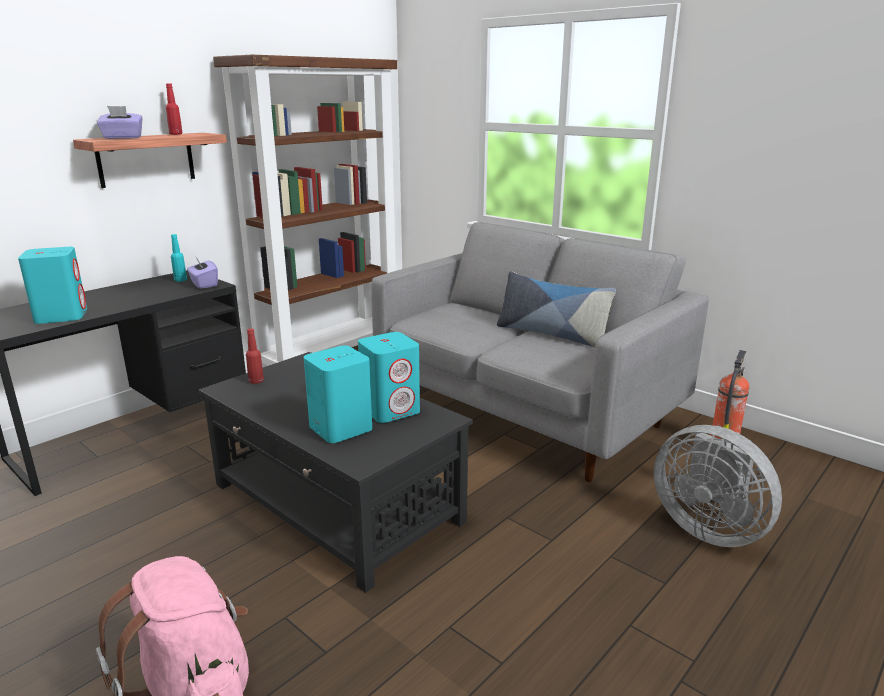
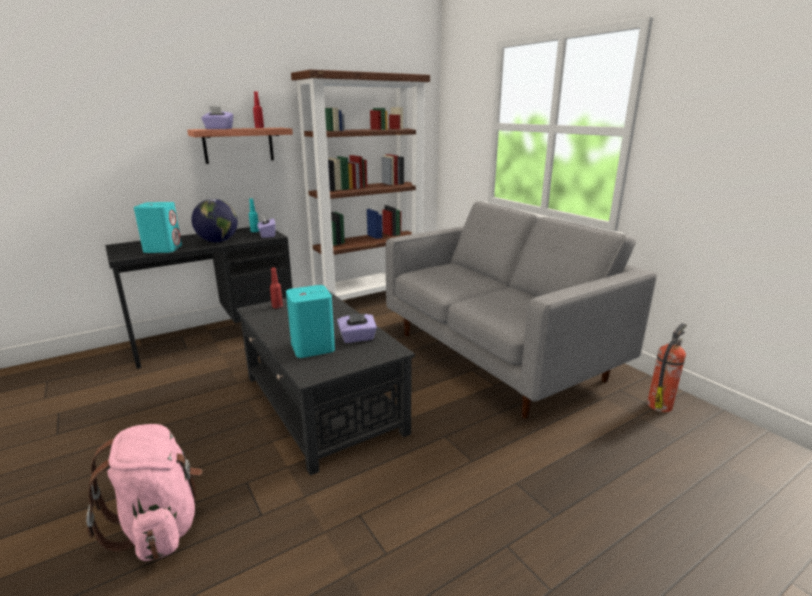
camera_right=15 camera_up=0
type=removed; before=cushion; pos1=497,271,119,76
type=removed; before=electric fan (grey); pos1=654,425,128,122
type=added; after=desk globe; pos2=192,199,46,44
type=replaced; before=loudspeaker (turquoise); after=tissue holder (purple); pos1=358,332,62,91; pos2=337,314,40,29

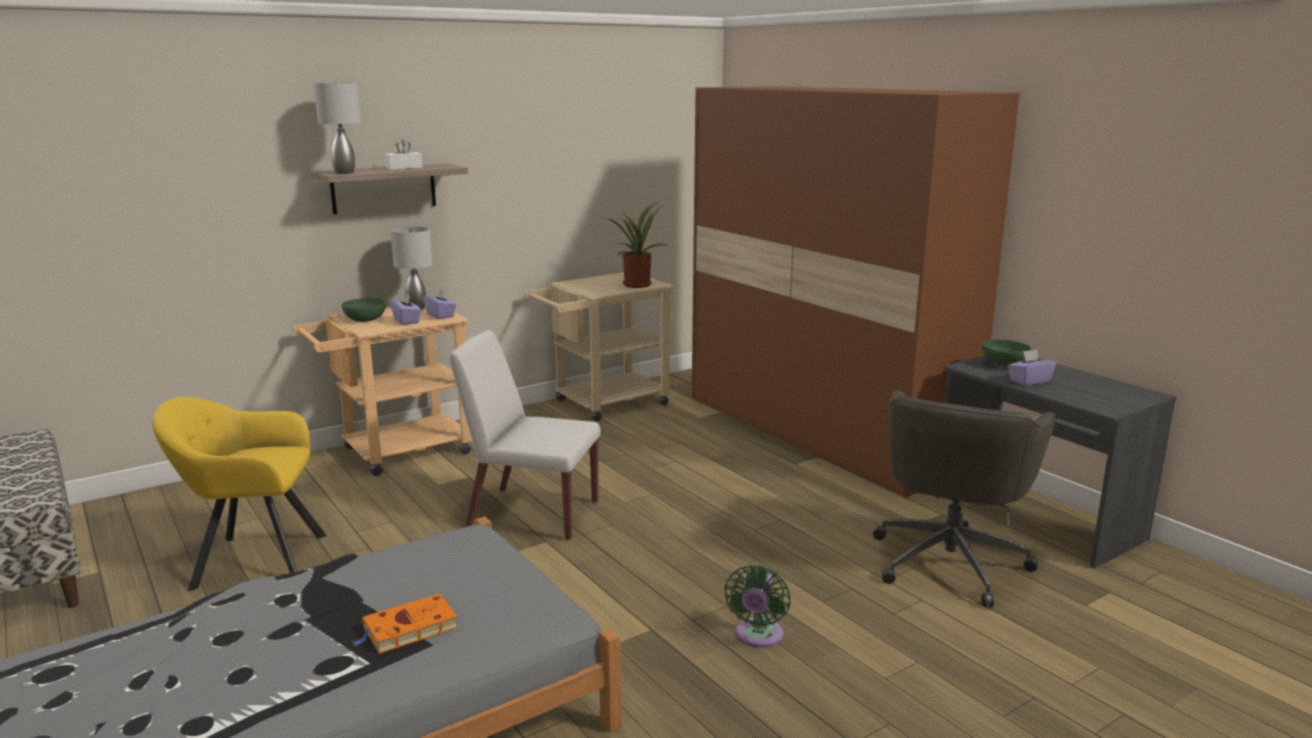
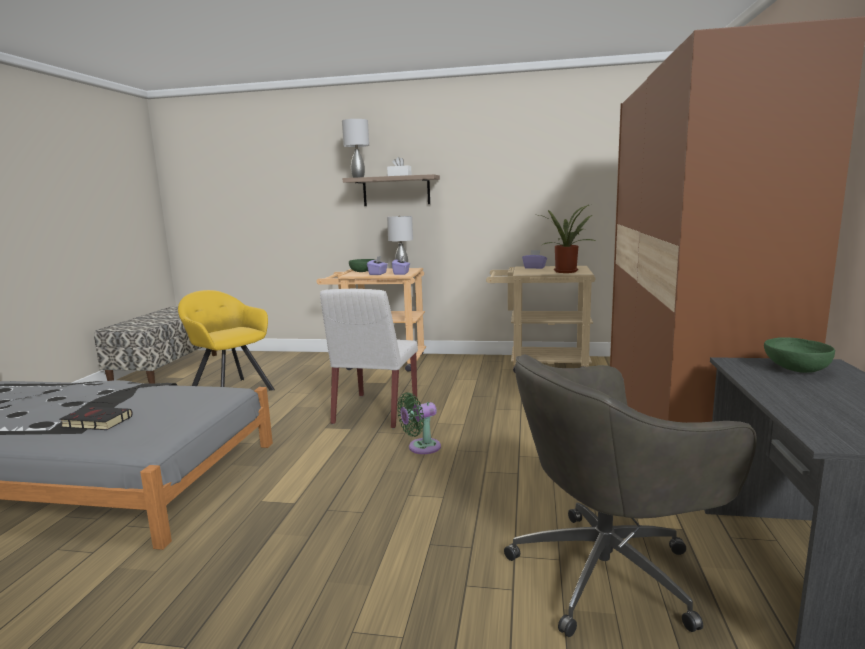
camera_right=45 camera_up=-5
type=moved; before=electric fan (greenish); pos1=724,565,66,83; pos2=397,392,44,62
type=moved; before=tissue holder (purple); pos1=1008,349,48,37; pos2=522,250,25,19
type=recoloured; before=bound book (orangey); after=bound book (black); pos1=352,593,106,61; pos2=59,406,74,24
type=turned; before=upright chair (white); pos1=450,330,151,210; pos2=320,289,98,140; turn=-135

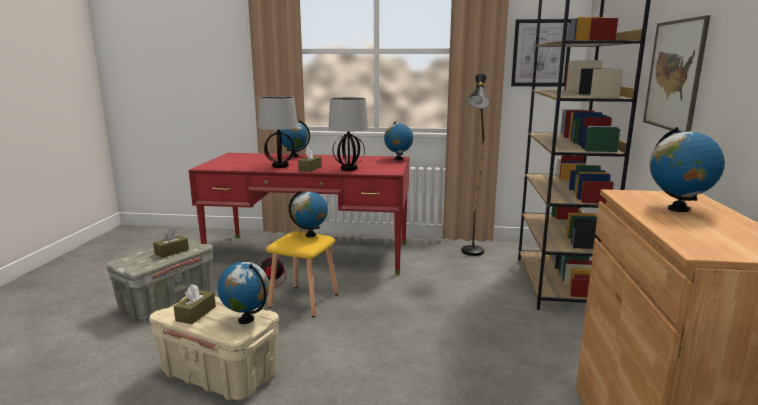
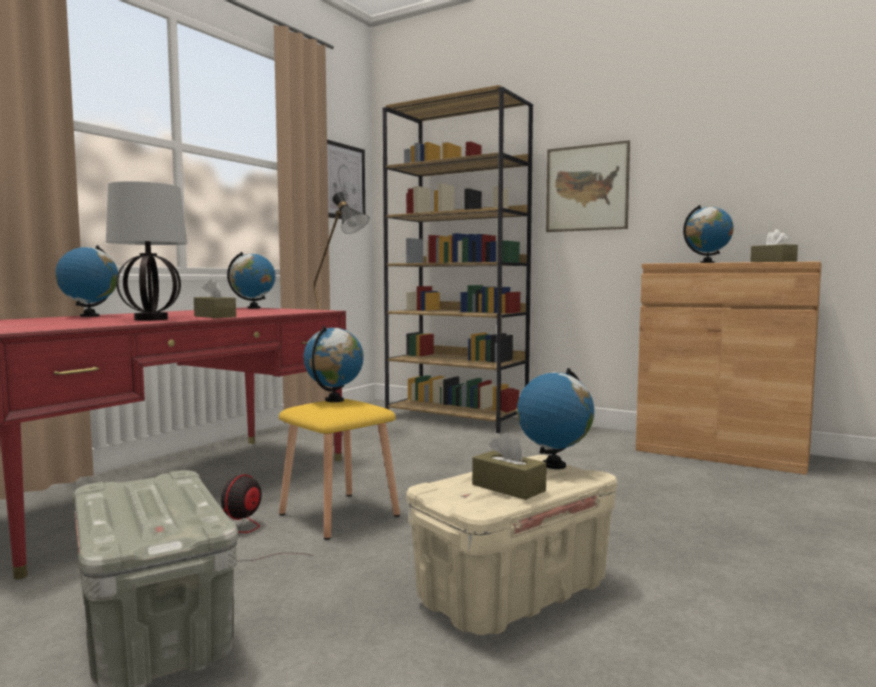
camera_right=-65 camera_up=-10
type=removed; before=table lamp; pos1=329,97,39,74
type=moved; before=tissue holder (brown-coloured); pos1=153,229,36,29; pos2=750,229,48,33

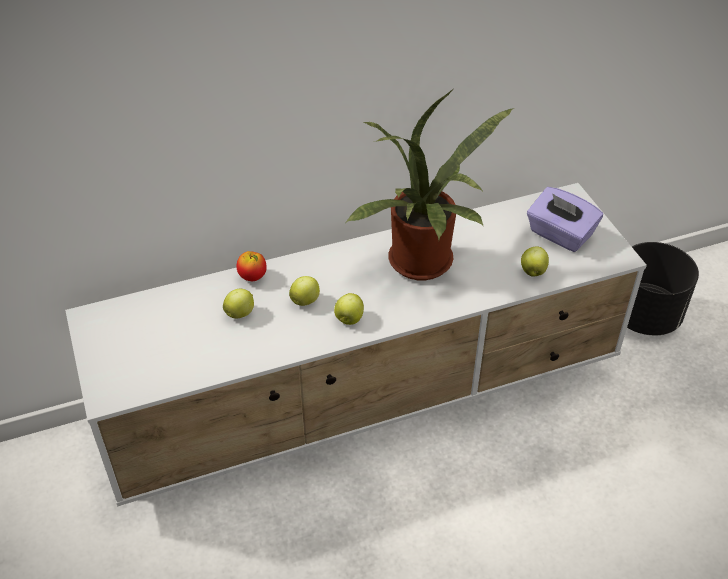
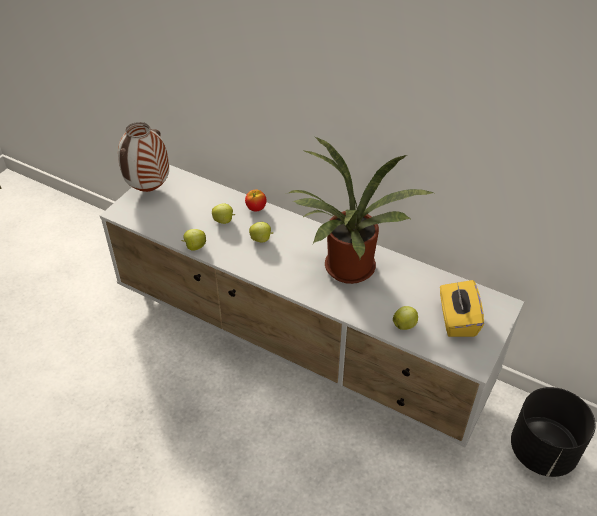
camera_right=50 camera_up=0
type=added; after=vase; pos2=118,122,51,70
type=moved; before=apple fruit; pos1=334,293,30,32; pos2=182,229,24,22
type=recoloured; before=tissue holder (purple); after=tissue holder (yellow-coloured); pos1=527,187,76,65; pos2=440,280,44,57

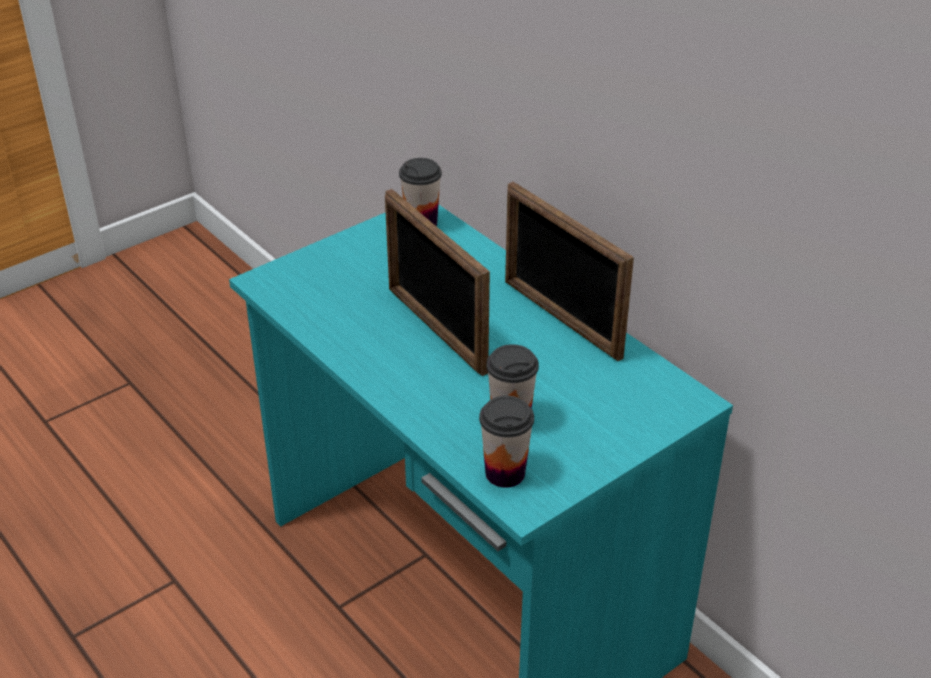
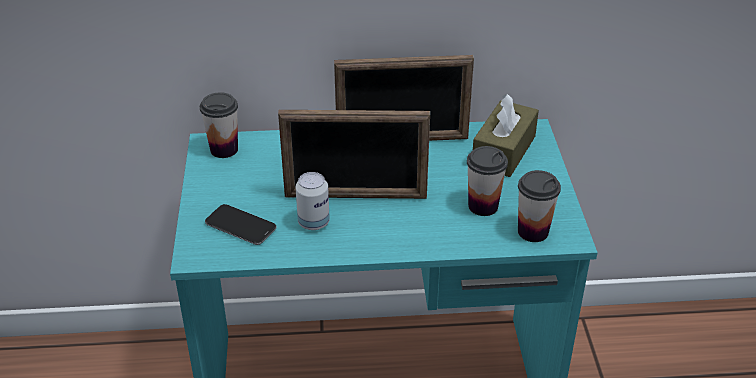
camera_right=-55 camera_up=0
type=added; after=telephone; pos2=205,204,71,41
type=added; after=metal can; pos2=296,172,34,58
type=added; after=tissue holder (brown-coloured); pos2=473,94,66,83

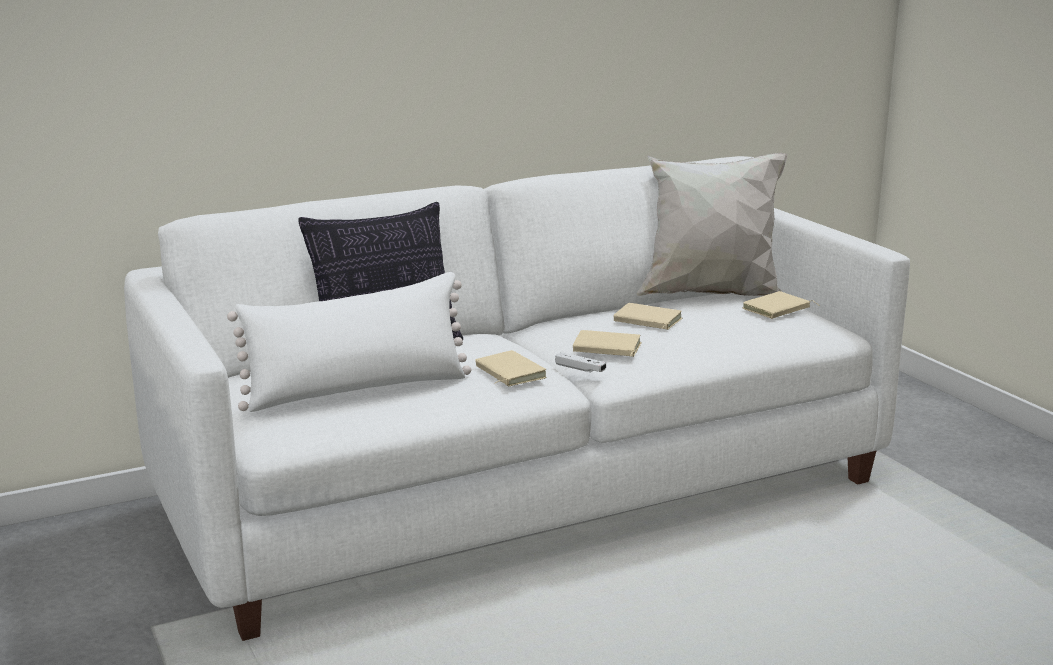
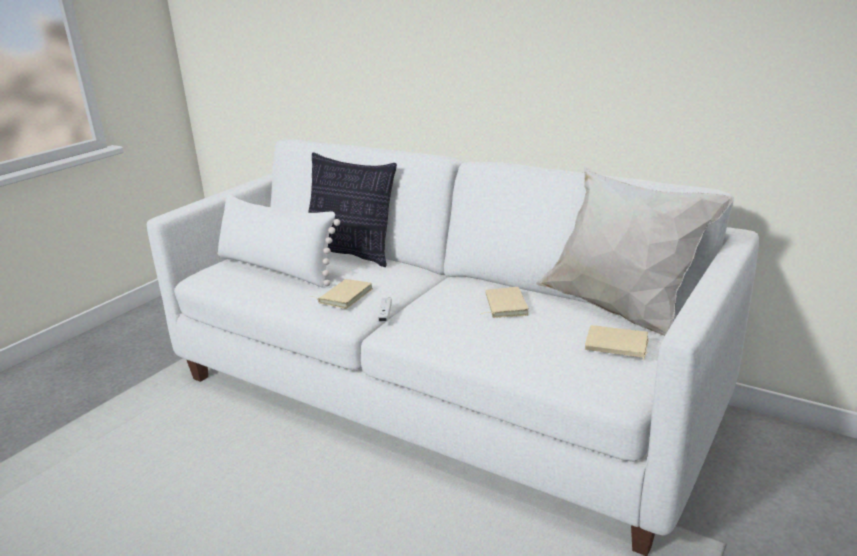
camera_right=60 camera_up=5
type=removed; before=bound book (beige-coloured); pos1=573,330,69,27

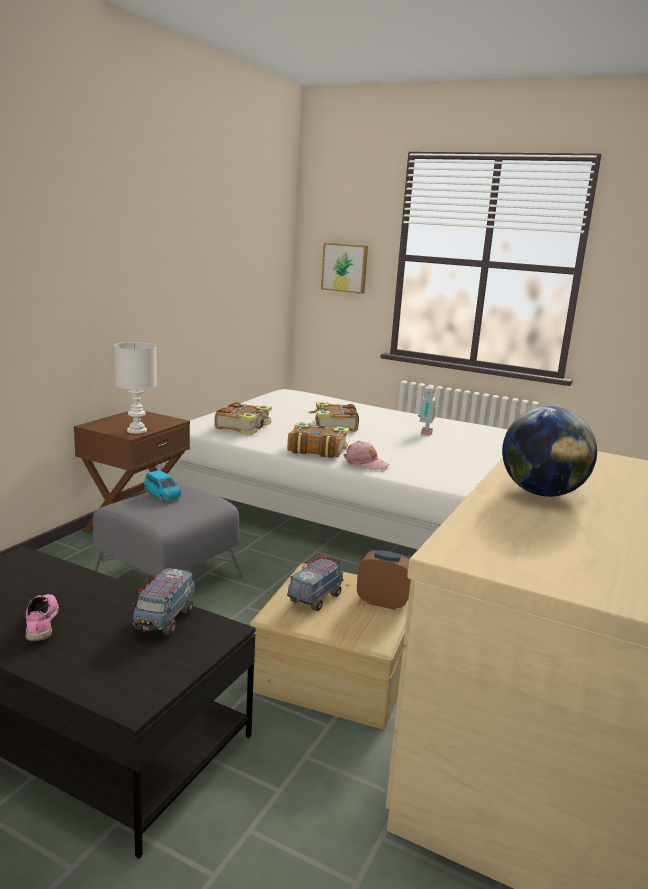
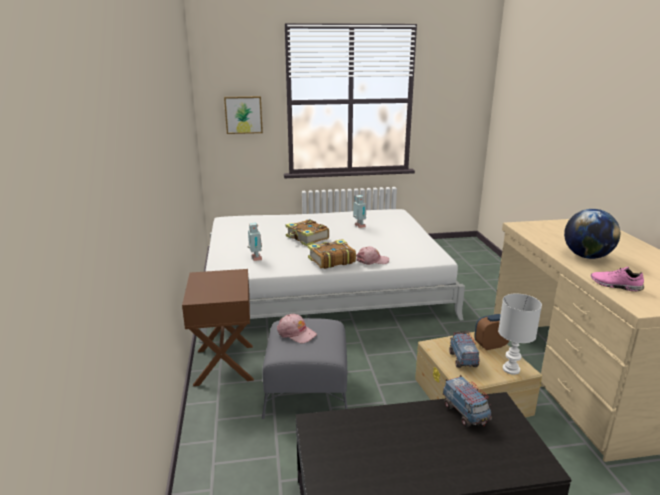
camera_right=-35 camera_up=5
type=moved; before=shoe (pink); pos1=26,594,33,48; pos2=591,267,53,24
type=moved; before=table lamp (white); pos1=114,342,43,92; pos2=498,294,44,81
type=replaced; before=miniature car (blue); after=peaked cap (pink); pos1=144,470,37,32; pos2=277,314,40,29
type=replaced; before=bound book; after=toy robot; pos1=215,402,57,33; pos2=248,222,14,39

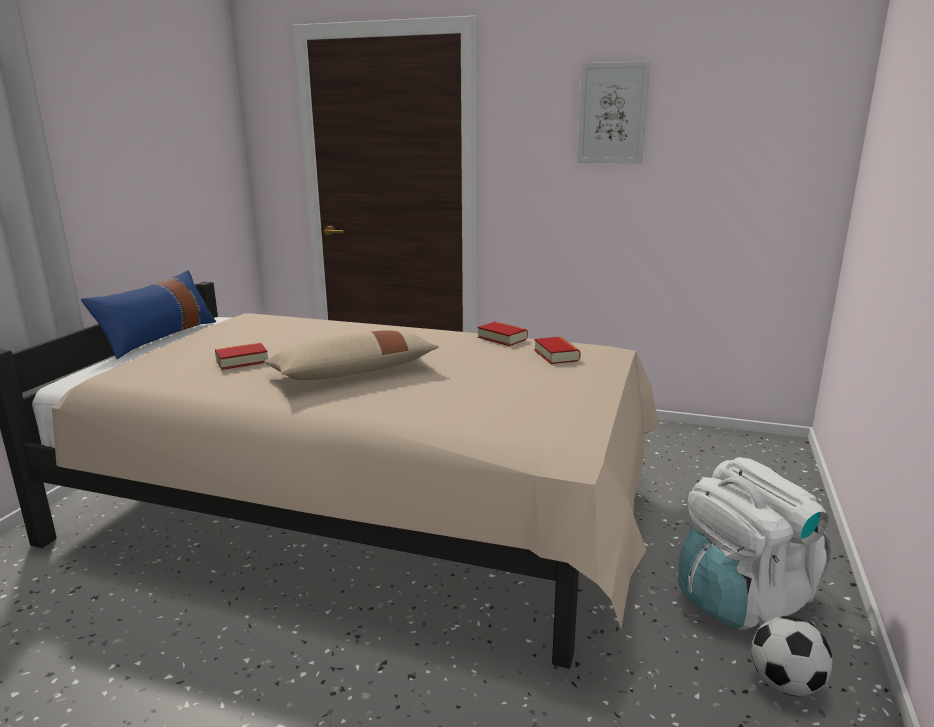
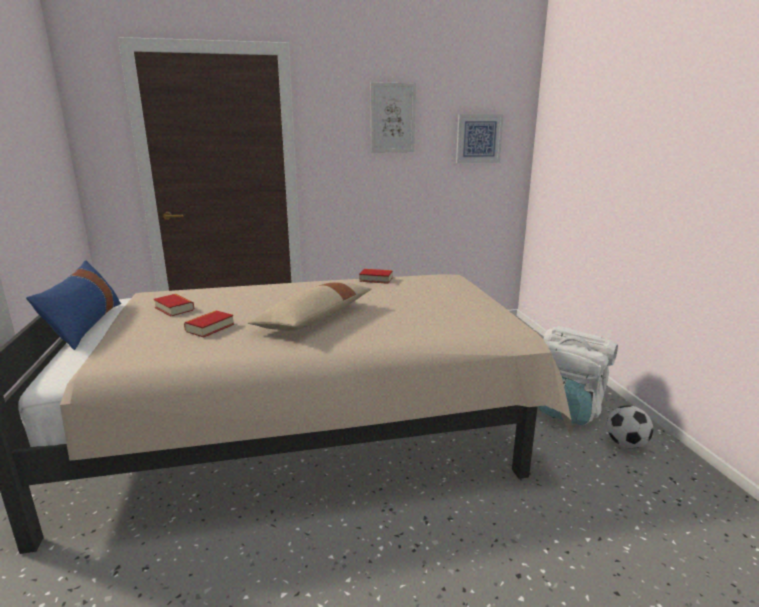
camera_right=-30 camera_up=0
type=added; after=wall art; pos2=456,114,48,49
type=moved; before=bound book; pos1=534,337,47,27; pos2=154,294,40,23

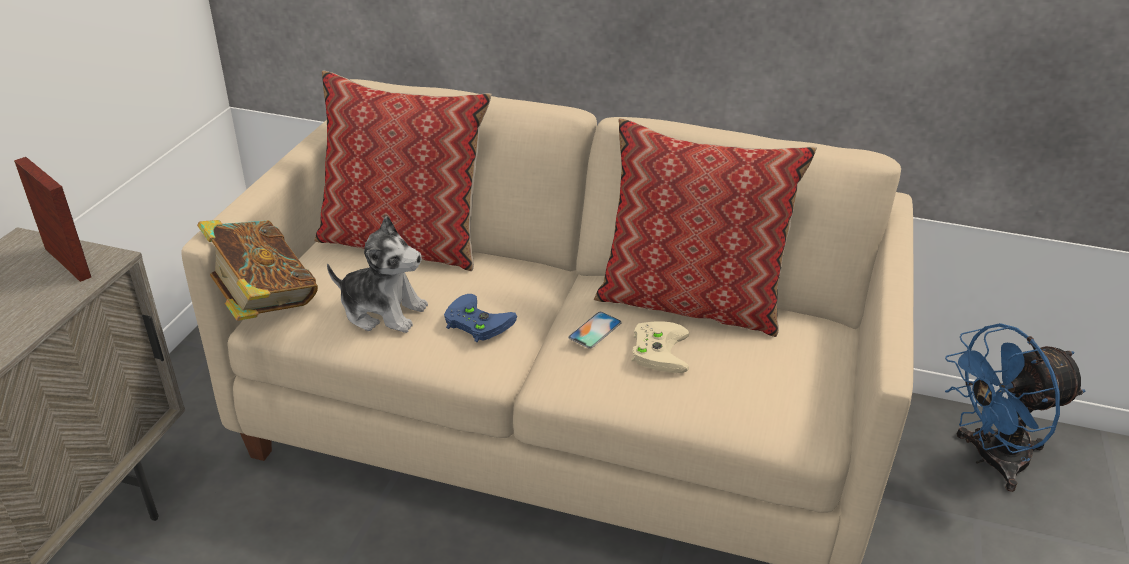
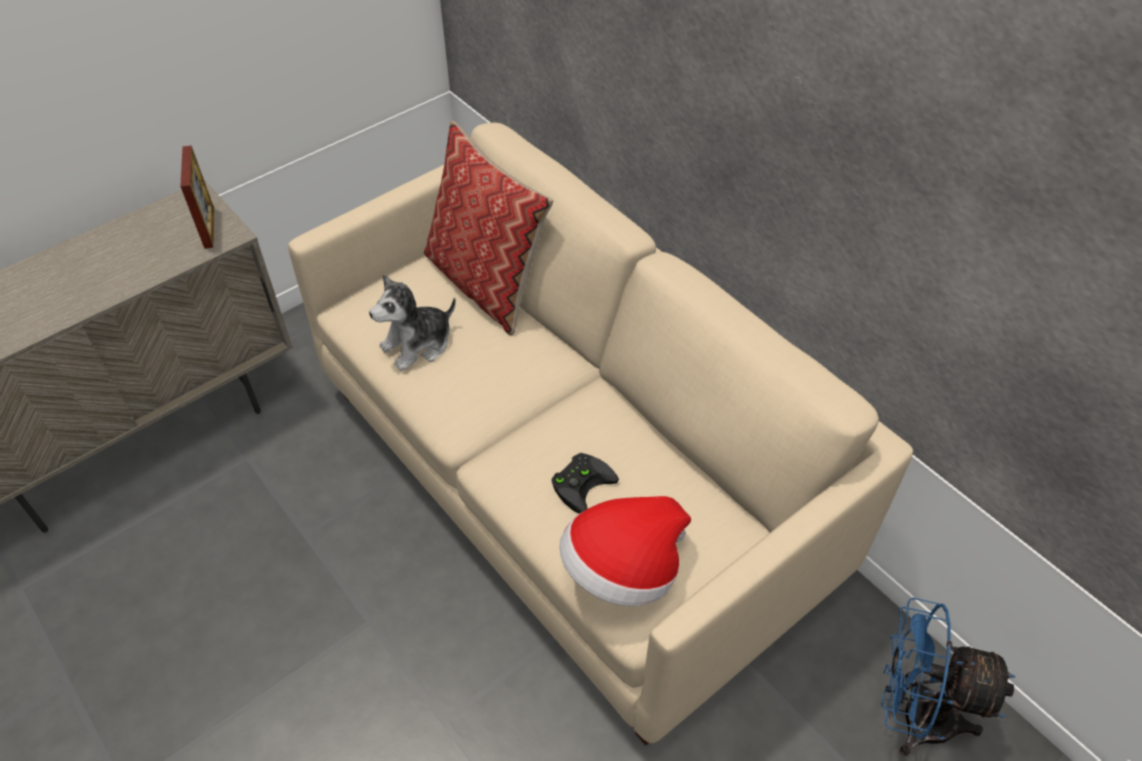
camera_right=35 camera_up=15
type=removed; before=bound book; pos1=197,220,121,101
type=removed; before=joypad (blue); pos1=444,294,73,48
type=removed; before=telephone; pos1=568,312,53,37
type=removed; before=cushion; pos1=594,118,223,219
type=added; after=wearable hat; pos2=559,496,132,110
type=recoloured; before=joypad (beige-coloured); after=joypad (black); pos1=632,321,57,52; pos2=552,453,67,61
type=turned; before=soft toy; pos1=327,216,101,117; pos2=369,274,87,97; turn=90

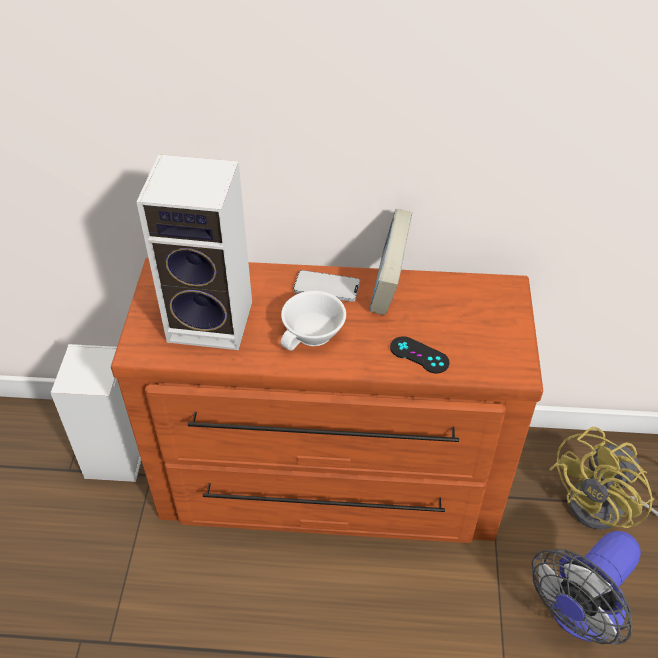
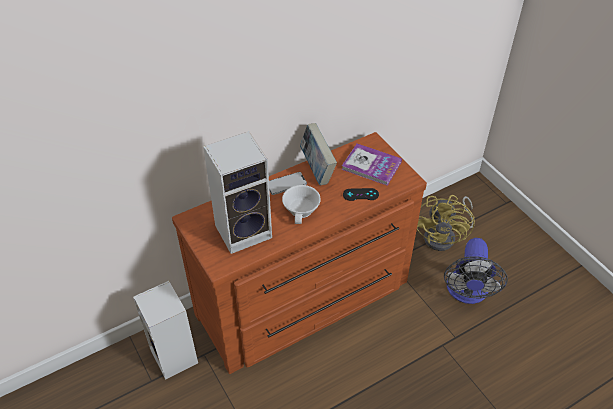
camera_right=-35 camera_up=0
type=added; after=bound book; pos2=341,144,61,42

